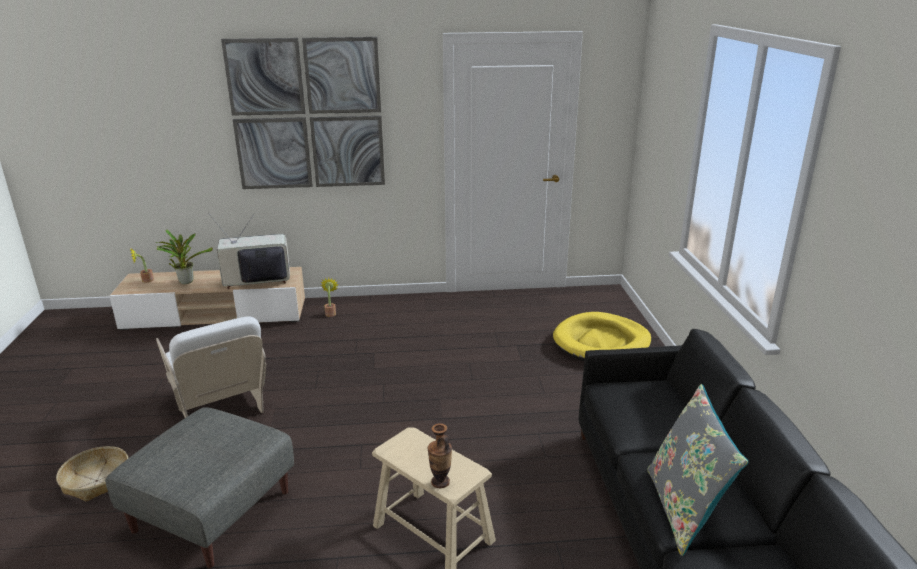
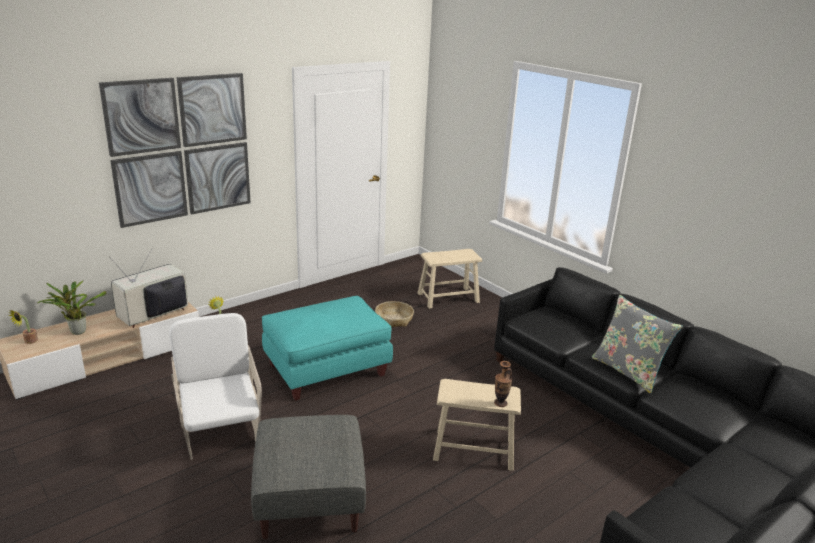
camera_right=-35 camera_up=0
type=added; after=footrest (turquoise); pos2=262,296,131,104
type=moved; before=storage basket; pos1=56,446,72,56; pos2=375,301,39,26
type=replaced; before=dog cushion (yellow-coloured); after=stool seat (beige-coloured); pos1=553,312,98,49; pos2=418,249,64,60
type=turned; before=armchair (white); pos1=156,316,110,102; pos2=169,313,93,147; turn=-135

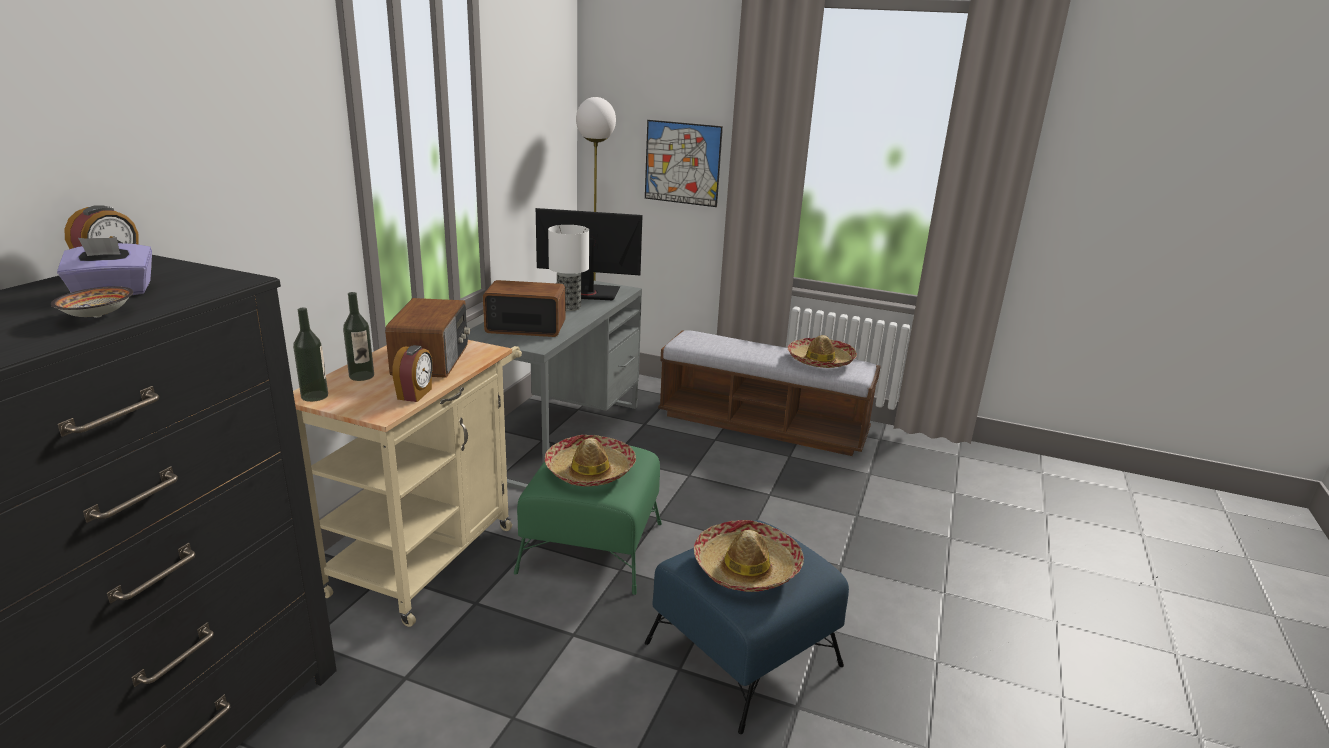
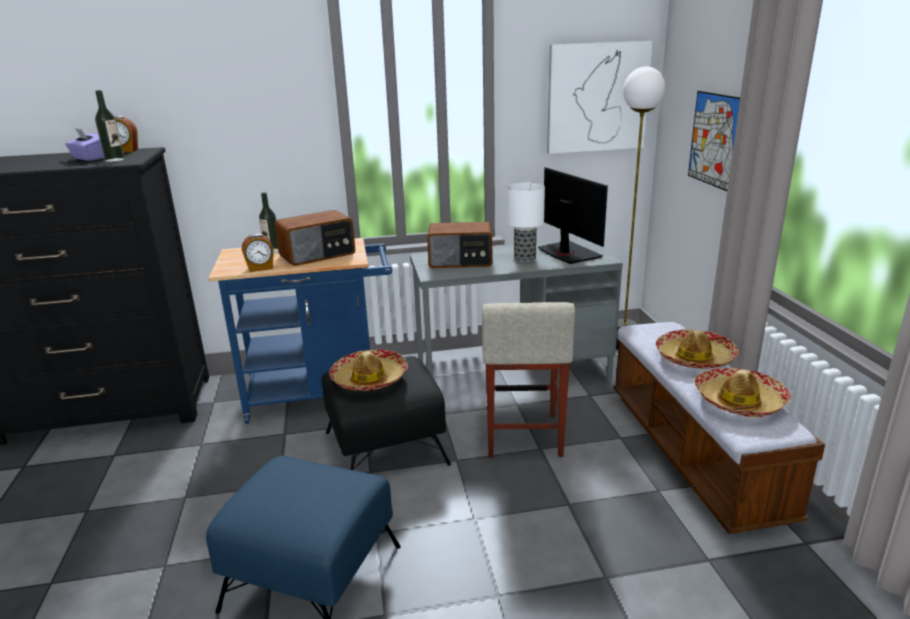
camera_right=60 camera_up=0
type=removed; before=serving bowl; pos1=51,286,82,32
type=added; after=stool seat (beige-coloured); pos2=482,302,93,156
type=added; after=wall art; pos2=547,41,106,113
type=moved; before=bottle; pos1=293,308,35,94; pos2=95,90,30,72
type=moved; before=wearable hat; pos1=694,520,110,72; pos2=656,329,83,40
type=recoloured; before=wheeled cart (beige-coloured); after=wheeled cart (blue); pos1=293,340,229,287; pos2=209,238,183,186
type=recoloured; before=footrest (greenish); after=footrest (black); pos1=514,440,148,155; pos2=321,356,130,114
type=turned; before=radio; pos1=483,280,82,57; pos2=427,222,65,46; turn=120

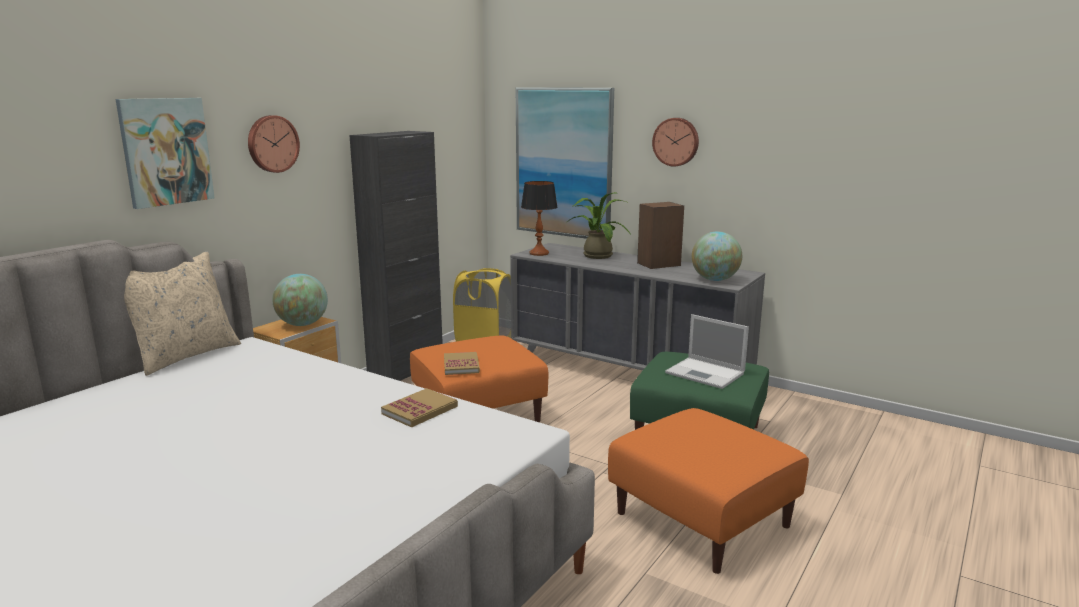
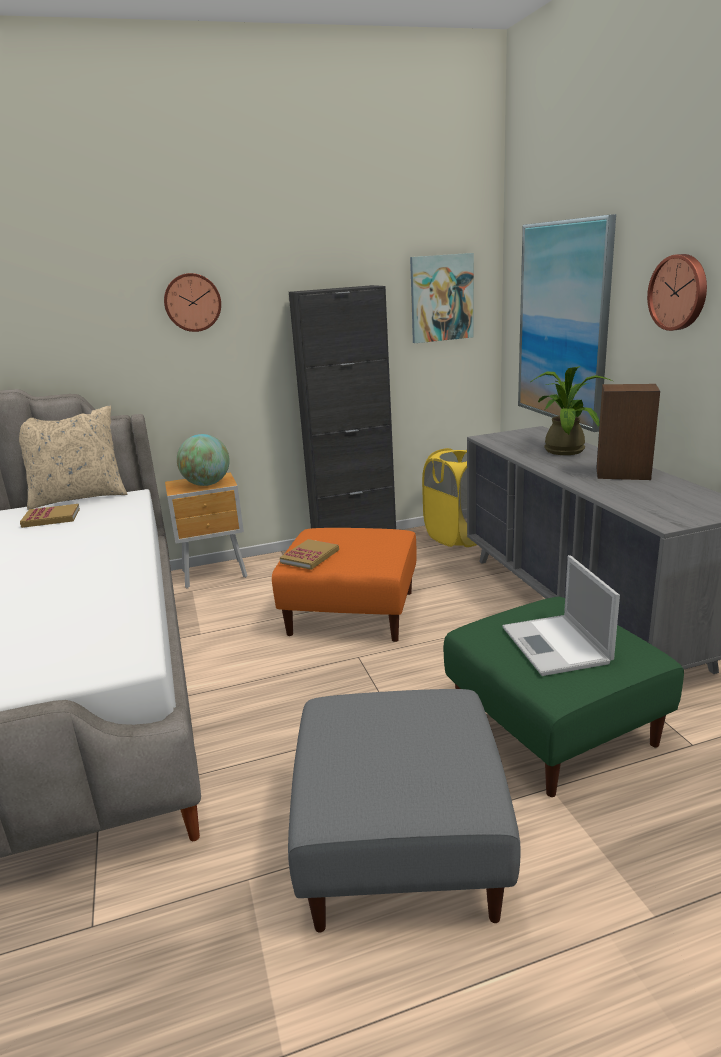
camera_right=40 camera_up=5
type=removed; before=table lamp; pos1=521,181,37,75
type=removed; before=desk globe; pos1=692,232,50,49
type=moved; before=wall art; pos1=116,98,99,111; pos2=410,253,64,90
type=moved; before=bound book; pos1=381,388,77,39; pos2=20,504,60,24
type=recoloured; before=footrest (orangey); after=footrest (grey); pos1=608,408,201,166; pos2=288,689,233,244

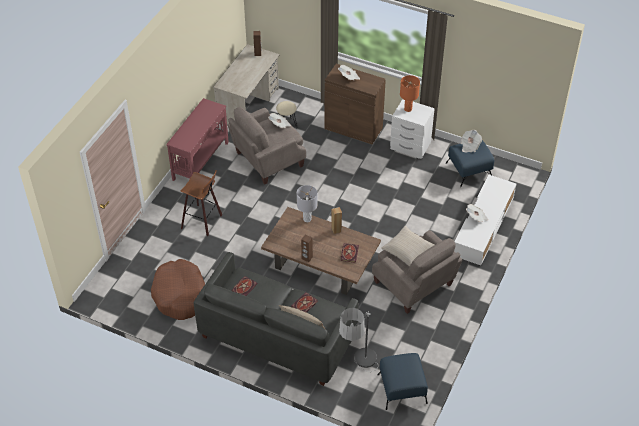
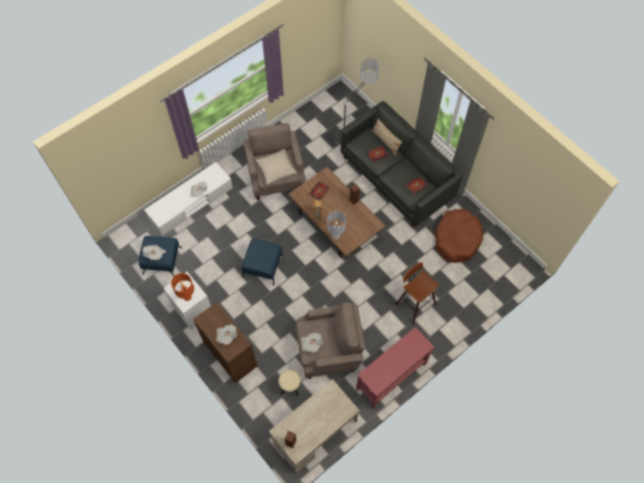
camera_right=-155 camera_up=15
type=moved; before=footrest (blue); pos1=377,353,51,57; pos2=241,239,43,46

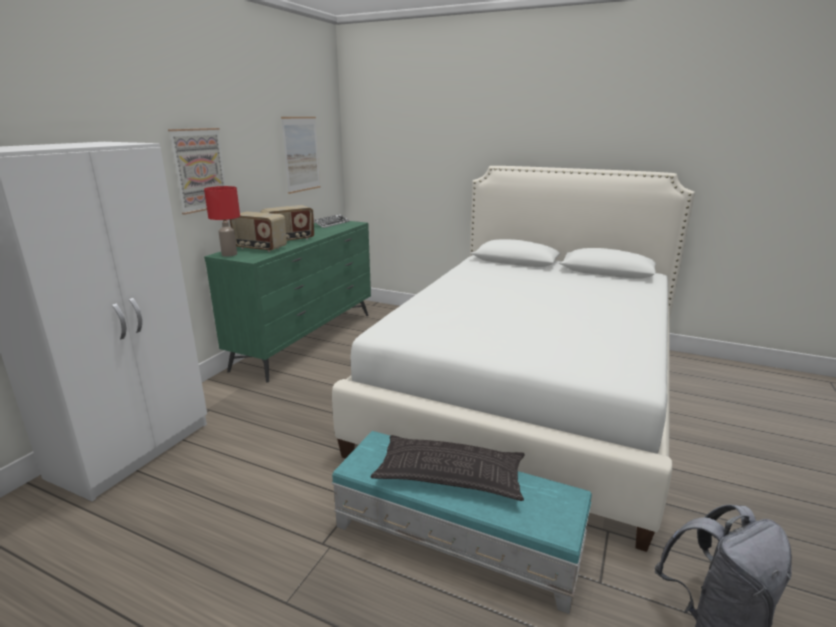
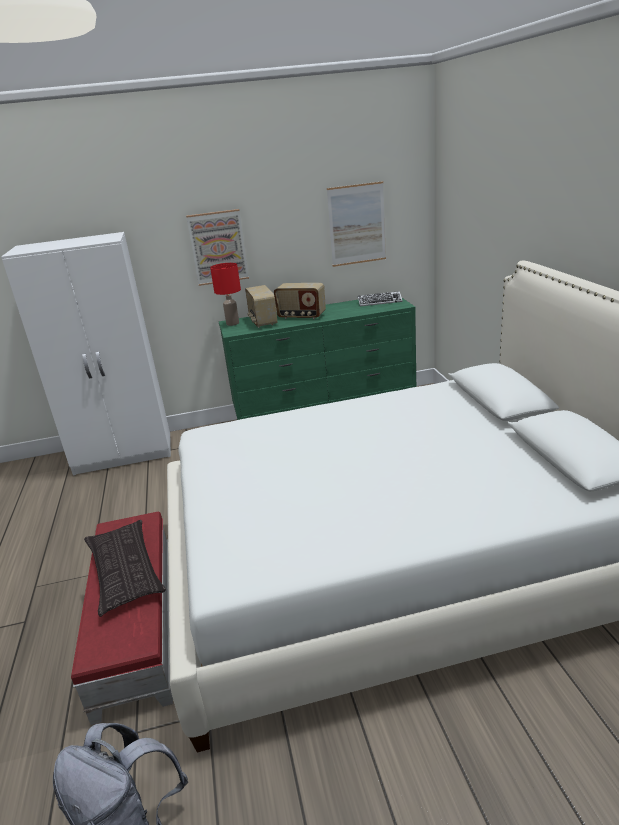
camera_right=55 camera_up=5
type=recoloured; before=footrest (turquoise); after=footrest (reddish); pos1=331,431,261,183; pos2=71,511,102,214

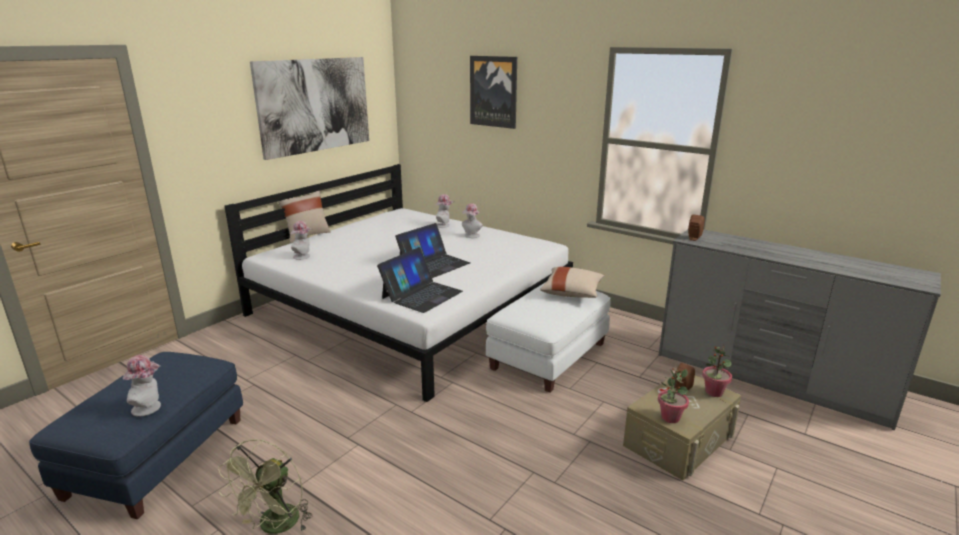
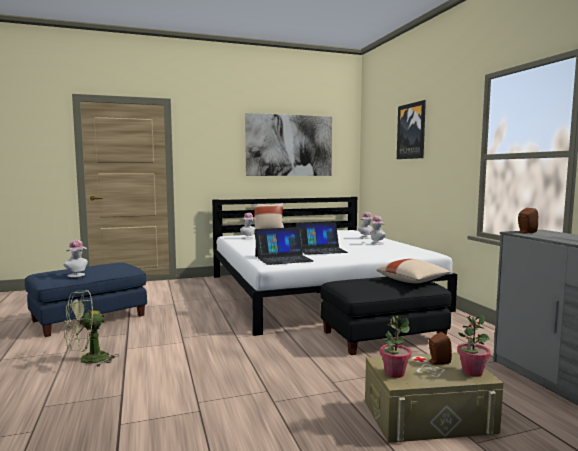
camera_right=35 camera_up=-15
type=recoloured; before=footrest (white); after=footrest (black); pos1=486,282,125,110; pos2=320,277,131,78

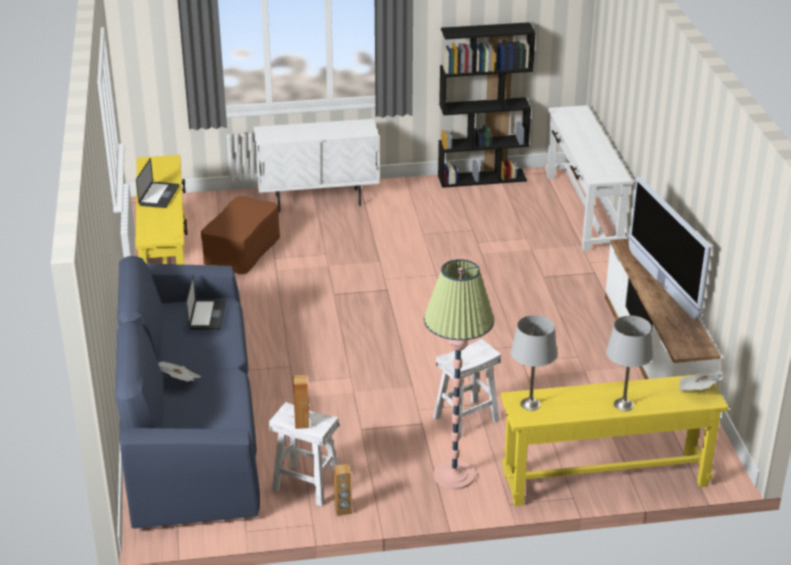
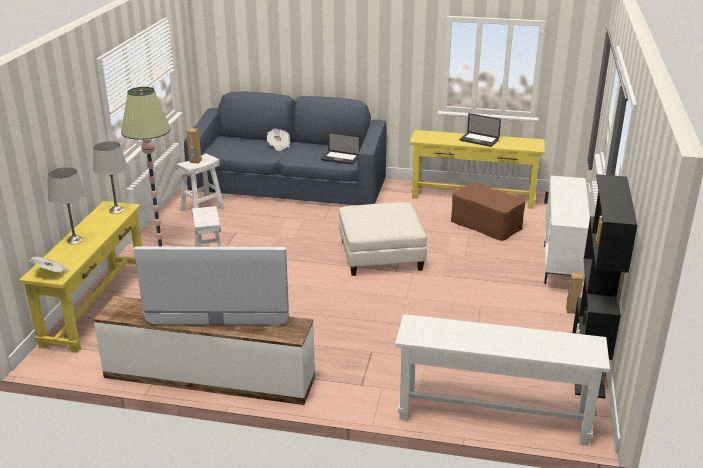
camera_right=110 camera_up=-5
type=added; after=footrest (white); pos2=339,202,88,74
type=moved; before=loudspeaker (brown-coloured); pos1=333,464,19,52; pos2=566,272,17,42

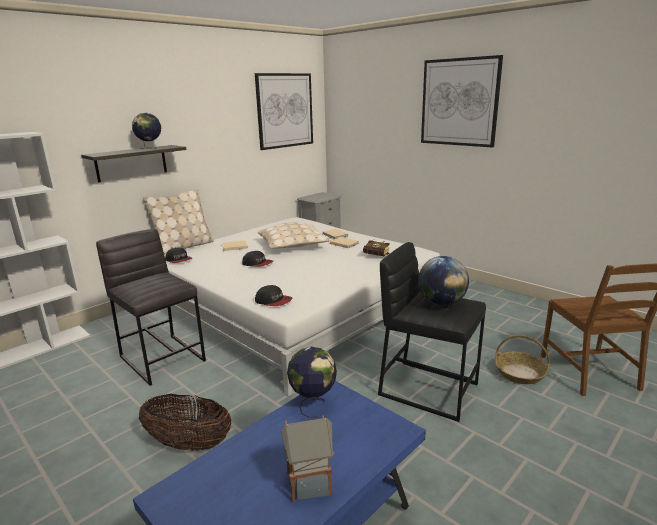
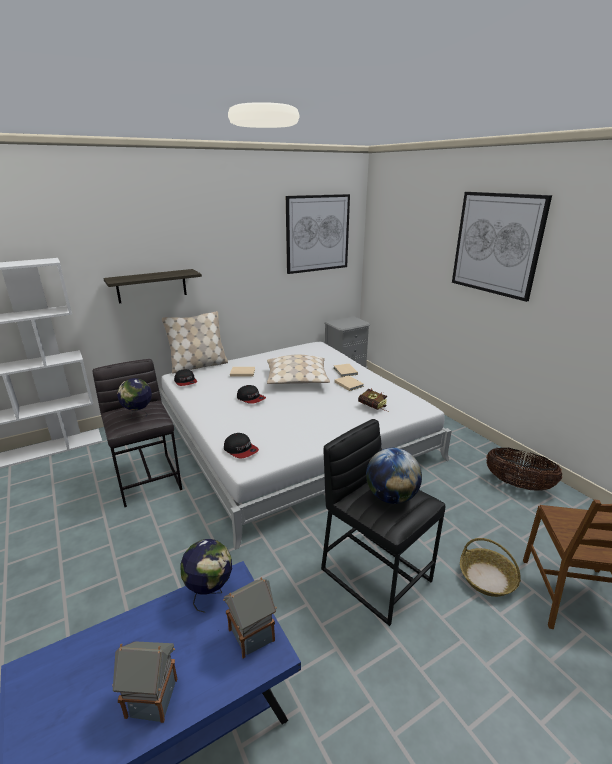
camera_right=15 camera_up=5
type=added; after=model house; pos2=223,577,54,81
type=moved; before=desk globe; pos1=132,113,29,36; pos2=117,378,35,41
type=moved; before=storage basket; pos1=139,394,93,57; pos2=486,448,76,43

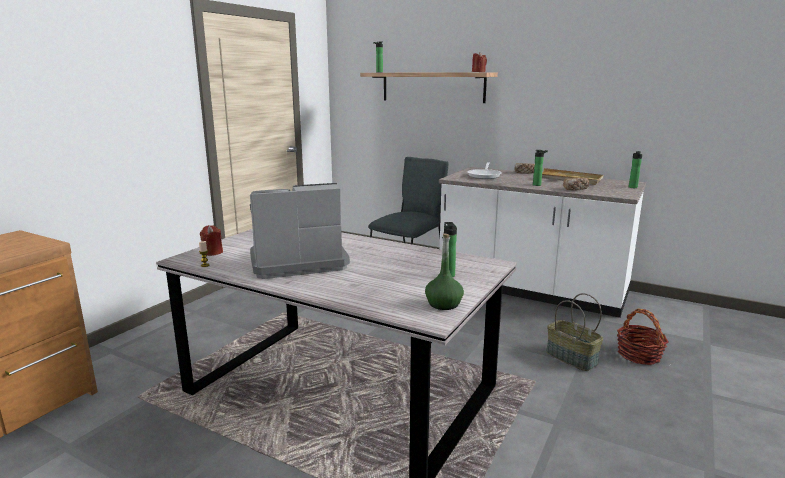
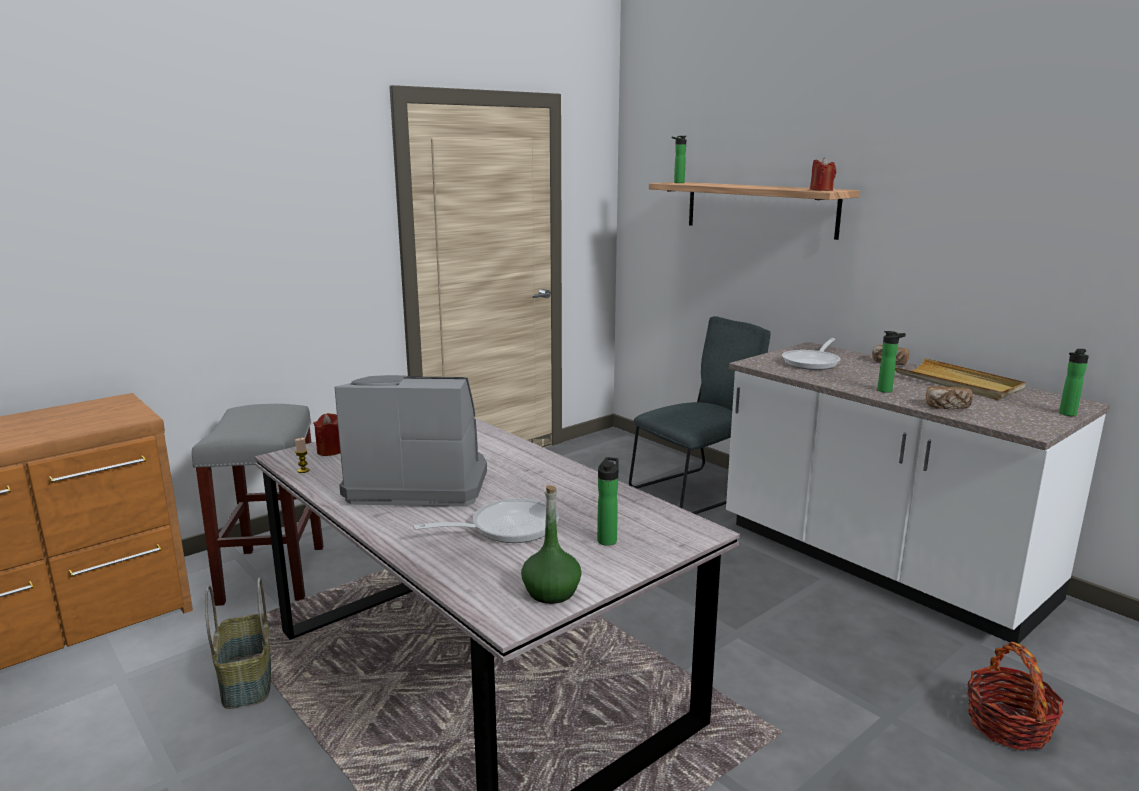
camera_right=20 camera_up=0
type=added; after=stool seat (grey); pos2=192,404,132,202
type=added; after=skillet; pos2=413,498,146,45
type=moved; before=storage basket; pos1=546,293,57,78; pos2=205,577,66,132

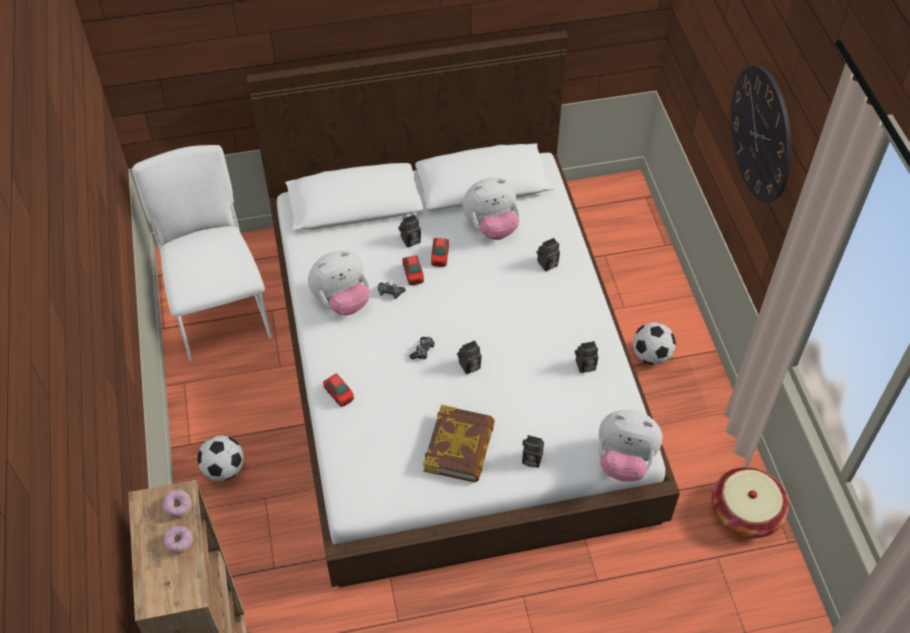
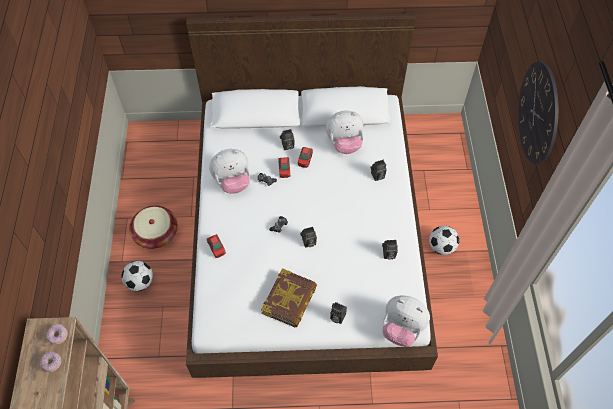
camera_right=10 camera_up=5
type=removed; before=upright chair (white); pos1=132,145,140,217
type=moved; before=storage basket; pos1=712,467,77,71; pos2=129,205,48,44

